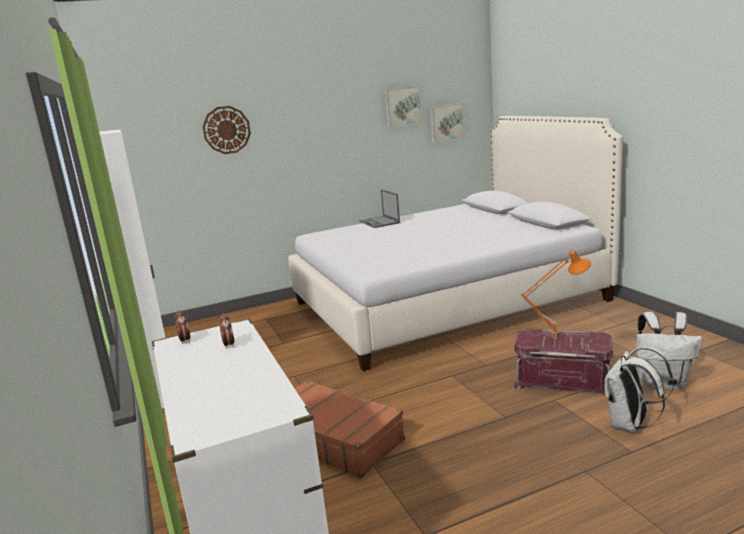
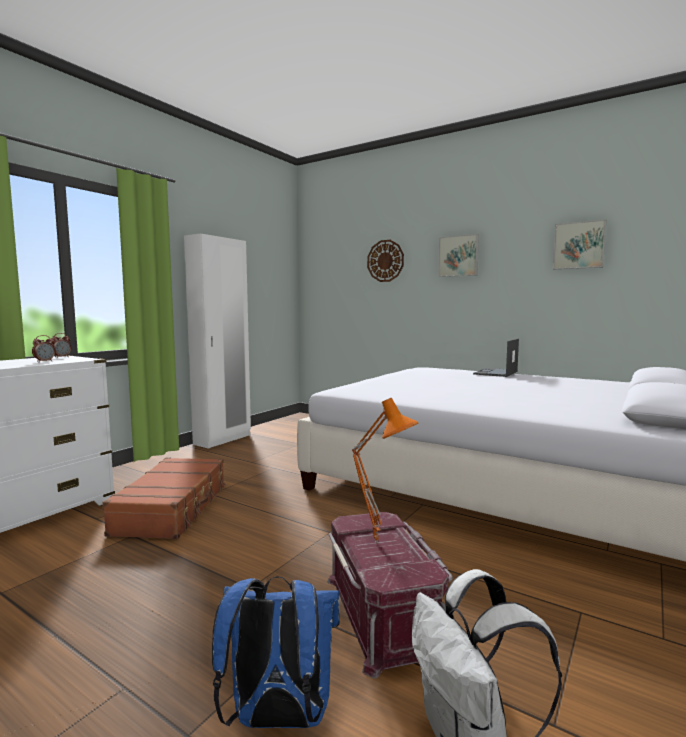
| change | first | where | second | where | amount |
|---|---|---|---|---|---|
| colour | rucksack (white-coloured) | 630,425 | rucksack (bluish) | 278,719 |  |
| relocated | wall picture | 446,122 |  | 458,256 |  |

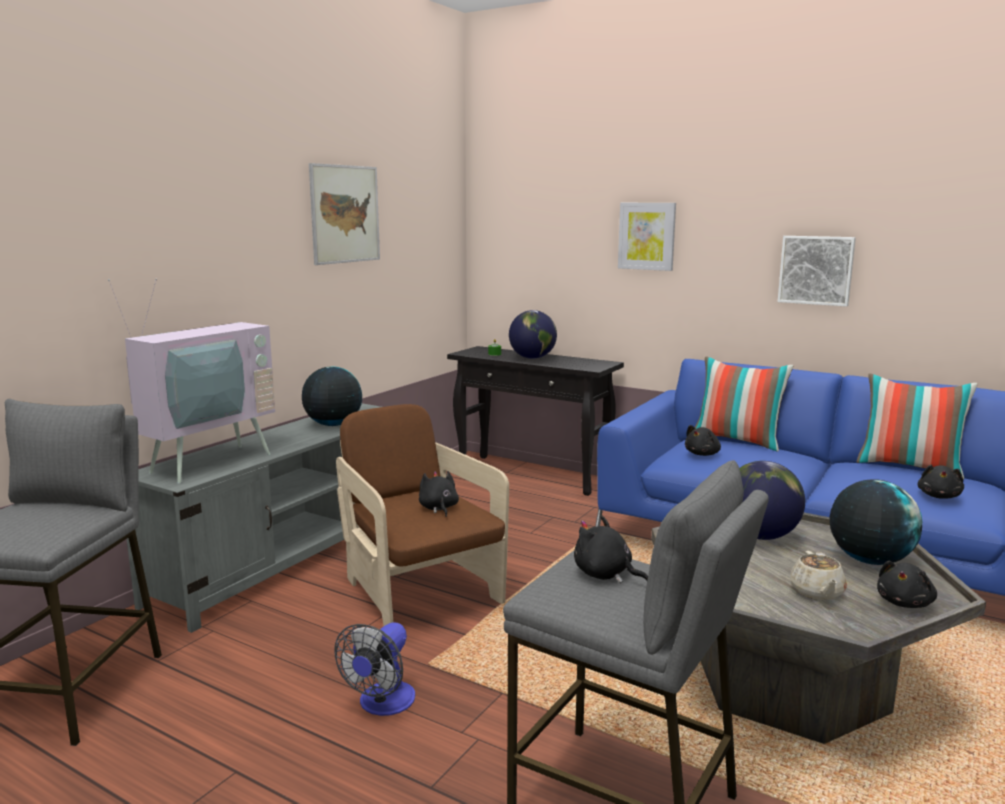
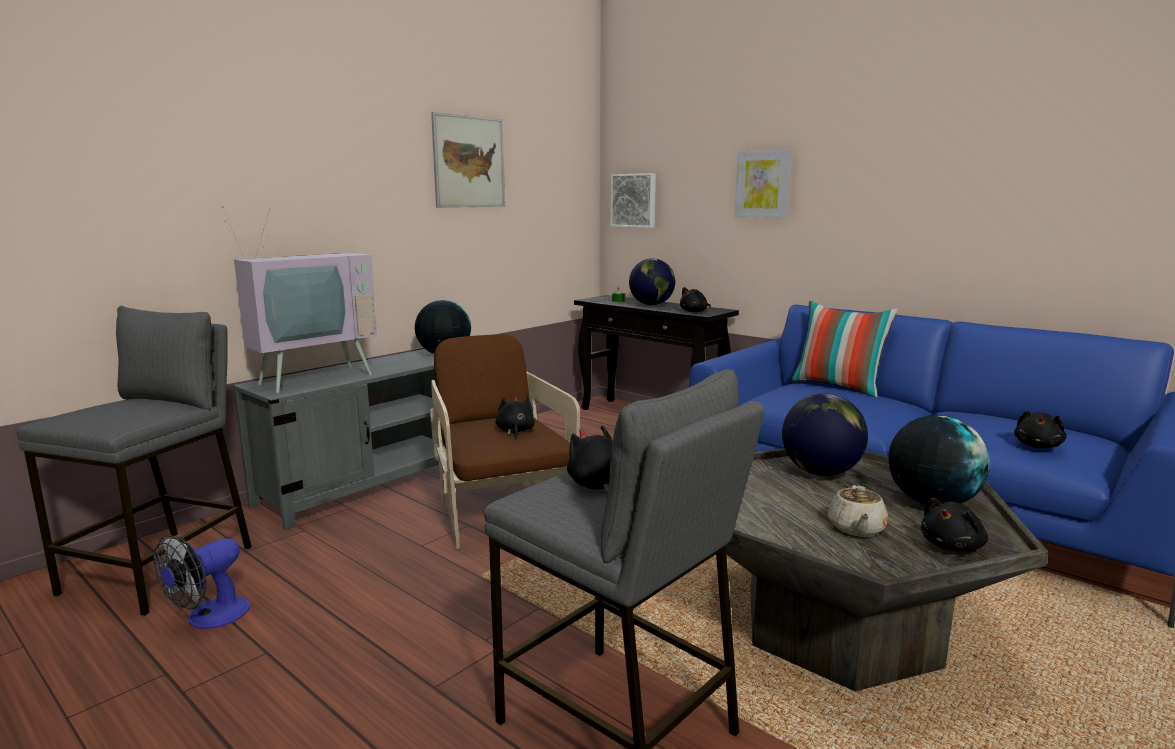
| change | first | where | second | where | amount |
|---|---|---|---|---|---|
| relocated | fan | 382,704 |  | 209,618 |  |
| relocated | wall picture | 816,270 |  | 634,200 |  |
| relocated | cuddly toy (black-coloured) | 703,454 |  | 695,312 |  |
| missing | pillow | 909,467 |  |  |  |

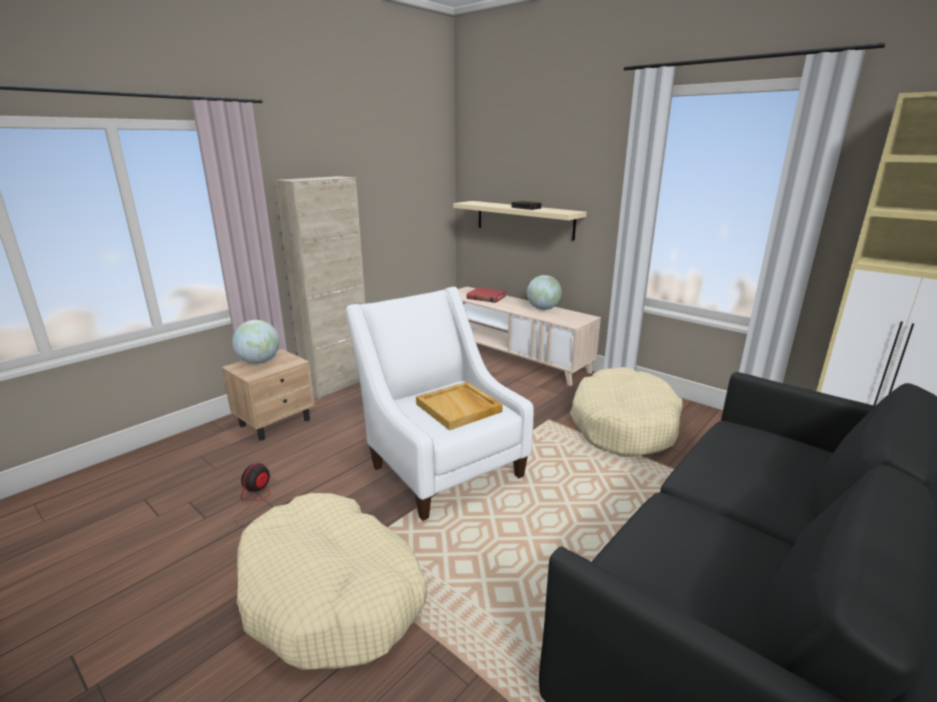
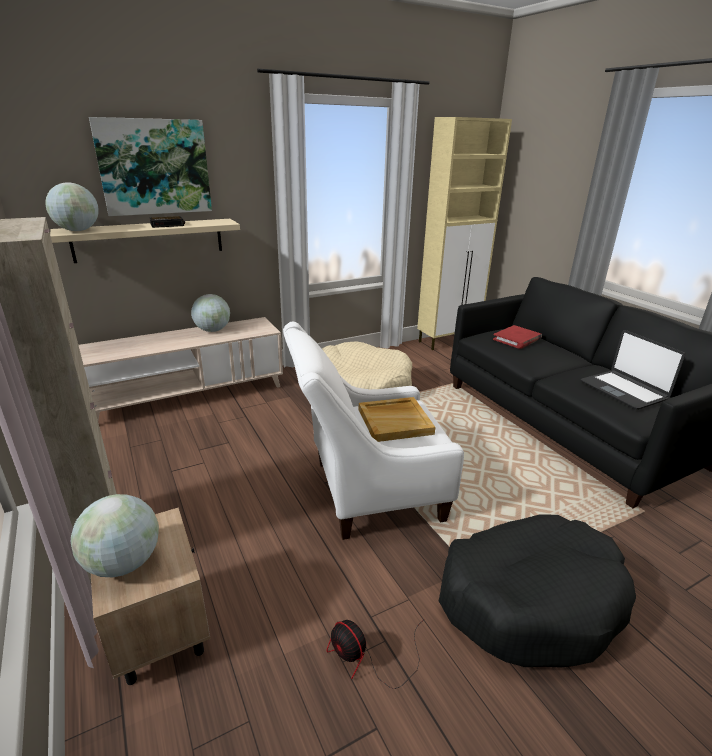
| change | first | where | second | where | amount |
|---|---|---|---|---|---|
| appeared |  |  | world globe | 78,230 |  |
| appeared |  |  | wall picture | 154,167 |  |
| colour | dog bed (sand-coloured) | 332,594 | dog bed (black-coloured) | 529,599 |  |
| relocated | book (red-coloured) | 486,297 |  | 517,339 |  |
| appeared |  |  | portable computer | 623,390 |  |

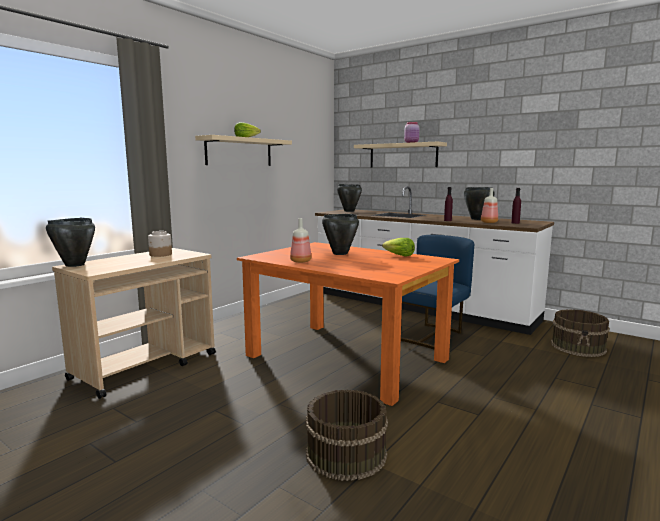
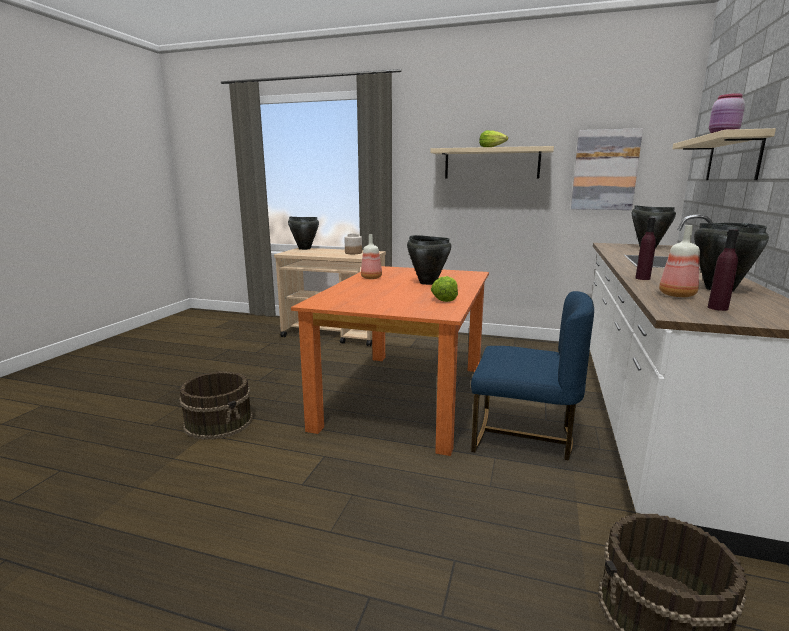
| change | first | where | second | where | amount |
|---|---|---|---|---|---|
| appeared |  |  | wall picture | 605,170 |  |

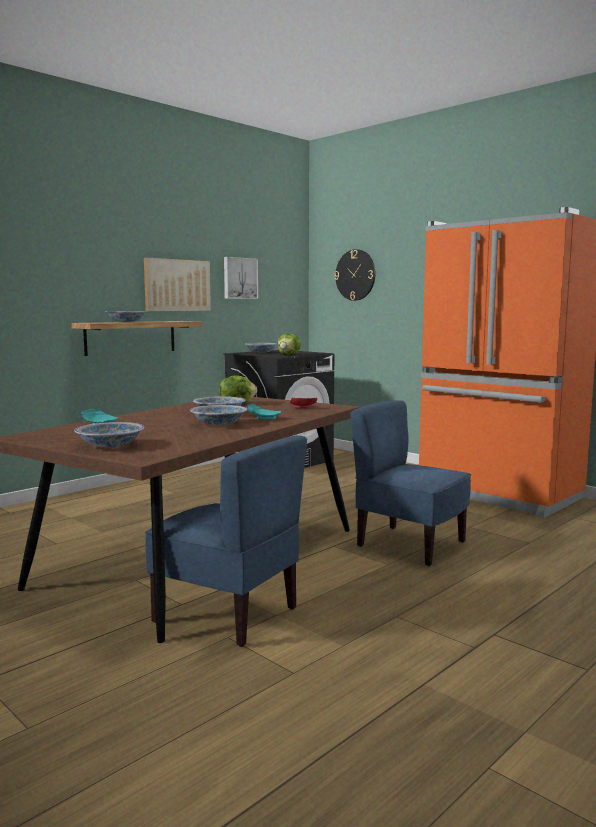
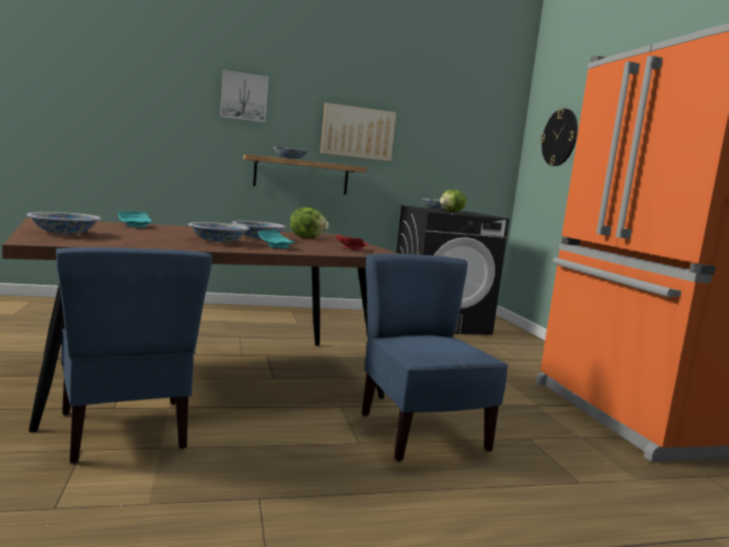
| change | first | where | second | where | amount |
|---|---|---|---|---|---|
| relocated | wall picture | 239,278 |  | 244,97 |  |

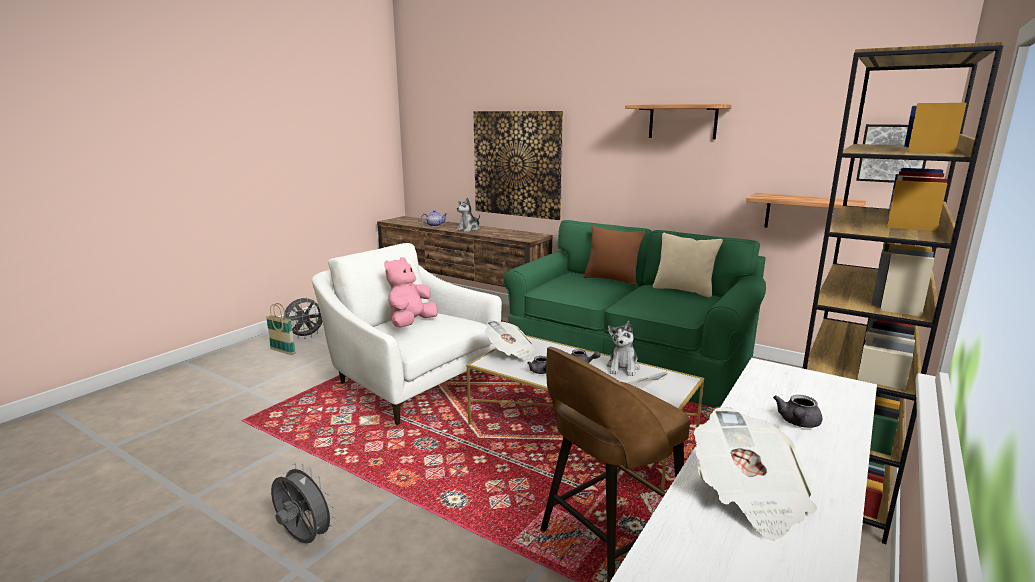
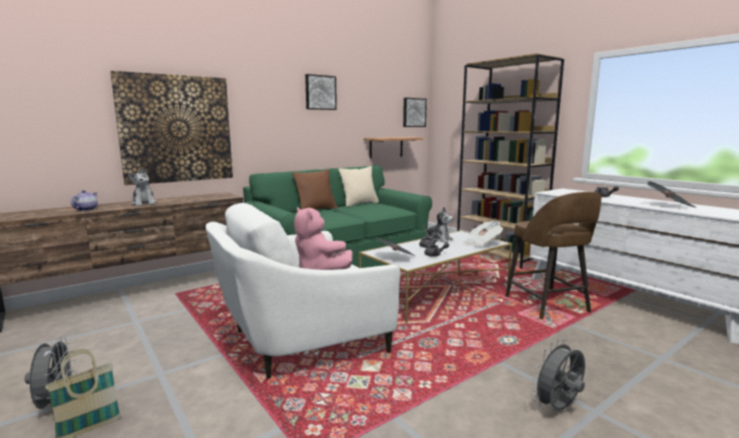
| change | first | where | second | where | amount |
|---|---|---|---|---|---|
| exchanged | wall shelf | 682,121 | wall picture | 320,92 |  |

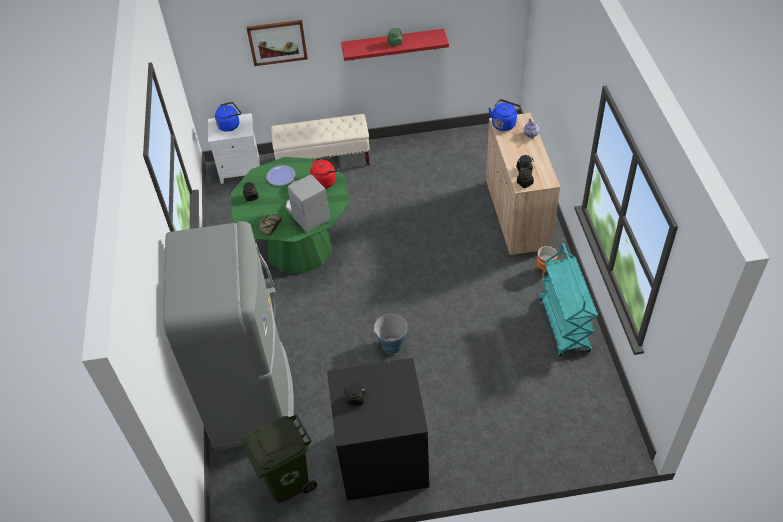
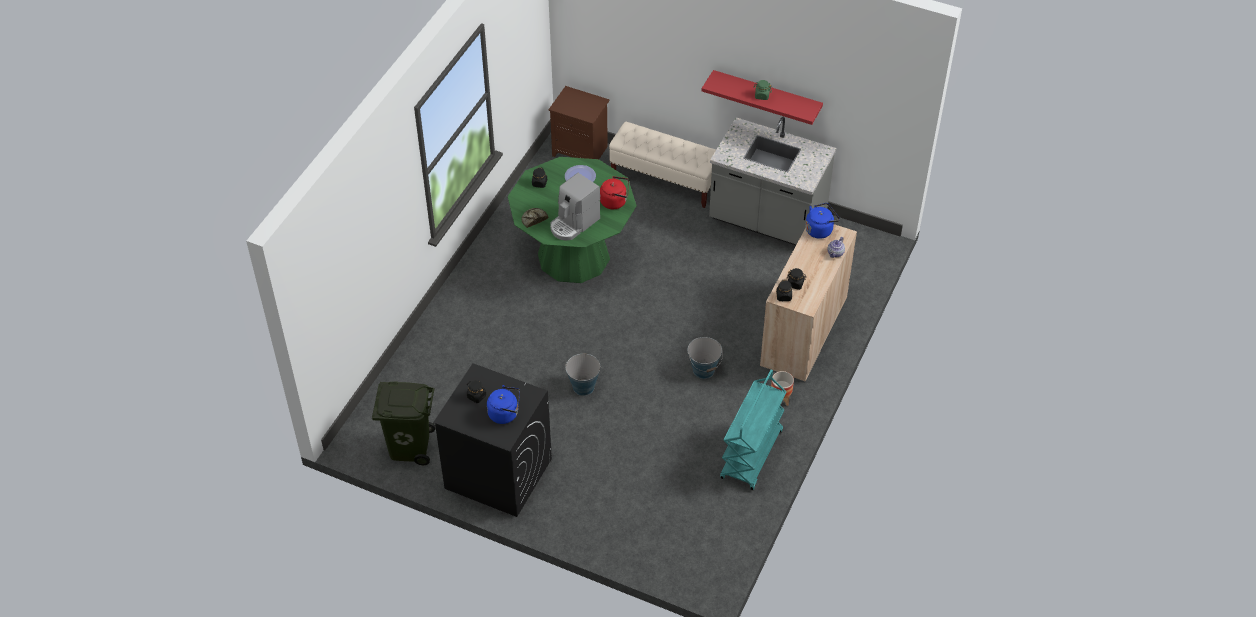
| change | first | where | second | where | amount |
|---|---|---|---|---|---|
| relocated | kettle (bluish) | 230,125 |  | 505,414 |  |
| colour | nightstand (white-coloured) | 241,169 | nightstand (brownish) | 581,151 |  |
| spun | coffee machine | 306,213 |  | 574,224 | 135 degrees counterclockwise |
| appeared |  |  | pail | 703,370 |  |
| appeared |  |  | kitchen base unit (greyish) | 767,220 |  |
| missing | kitchen fridge (greyish) | 252,396 |  |  |  |
| missing | wall picture | 277,42 |  |  |  |

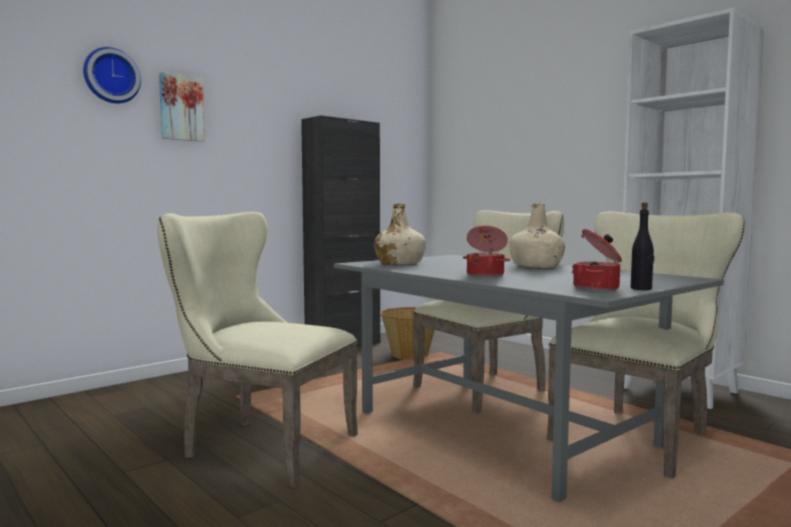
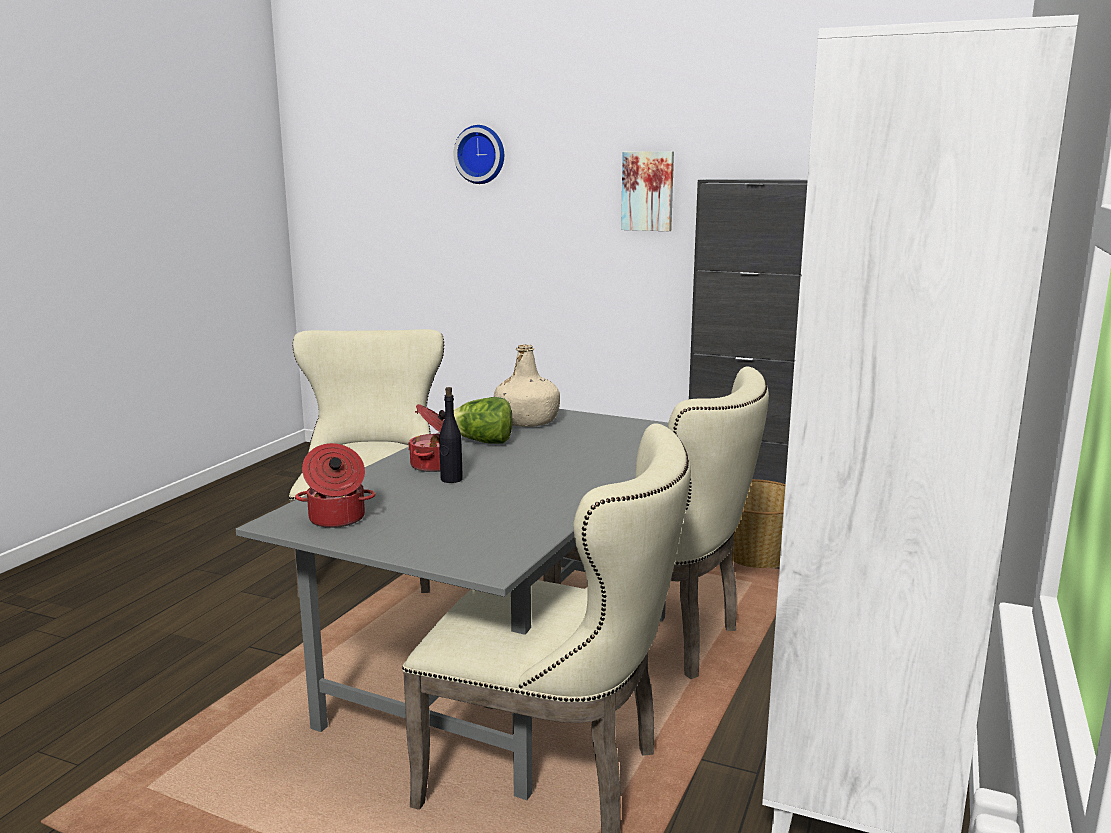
| change | first | where | second | where | amount |
|---|---|---|---|---|---|
| relocated | drink bottle (black-coloured) | 641,288 |  | 451,479 |  |
| appeared |  |  | lettuce head | 483,442 |  |
| relocated | wall picture | 181,108 |  | 648,191 |  |
| missing | drink bottle (sand-coloured) | 536,266 |  |  |  |

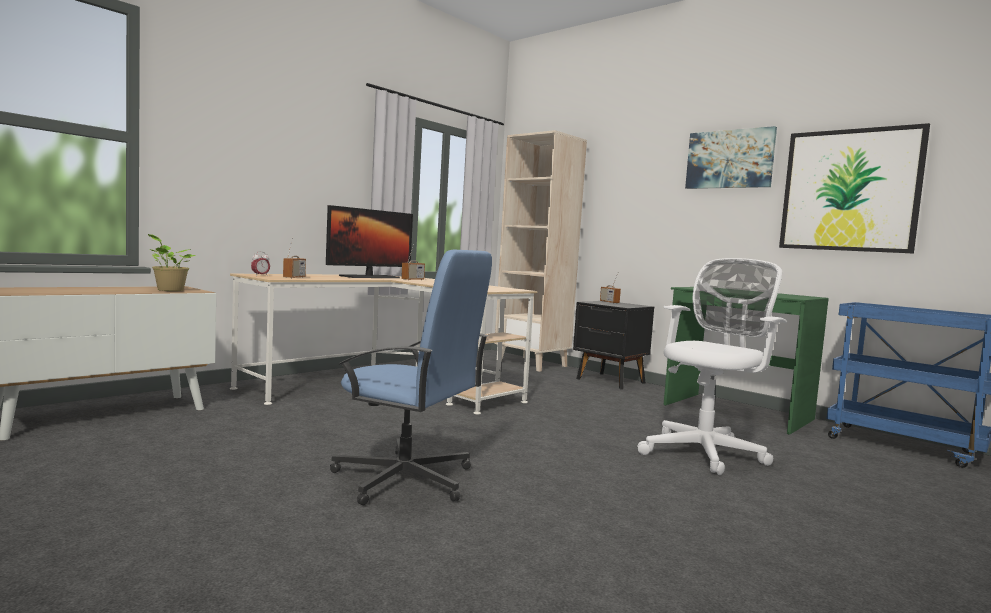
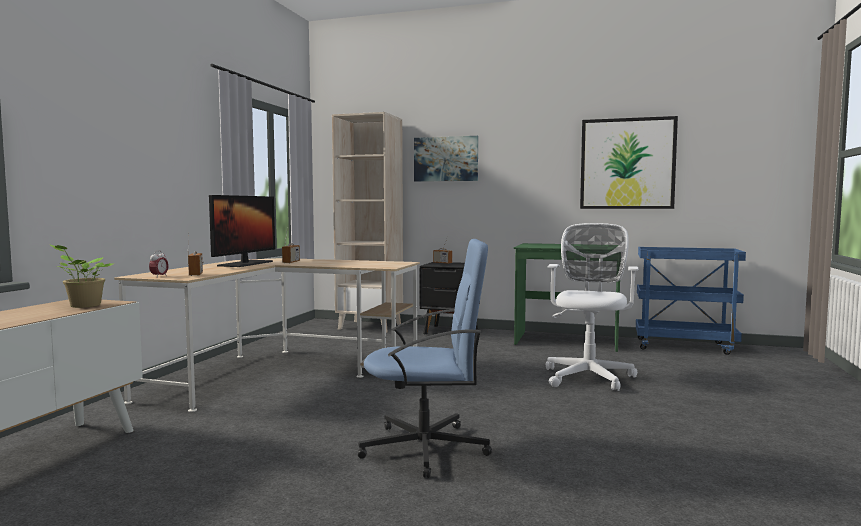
| change | first | where | second | where | amount |
|---|---|---|---|---|---|
| relocated | wall picture | 729,159 |  | 446,159 |  |

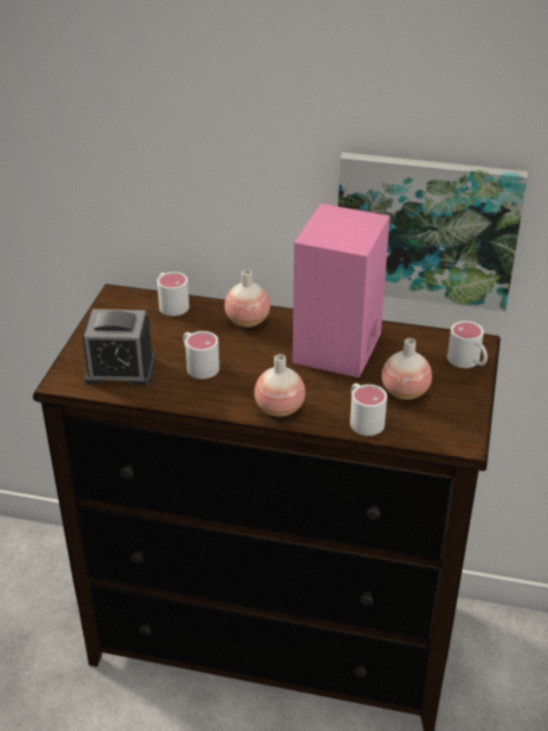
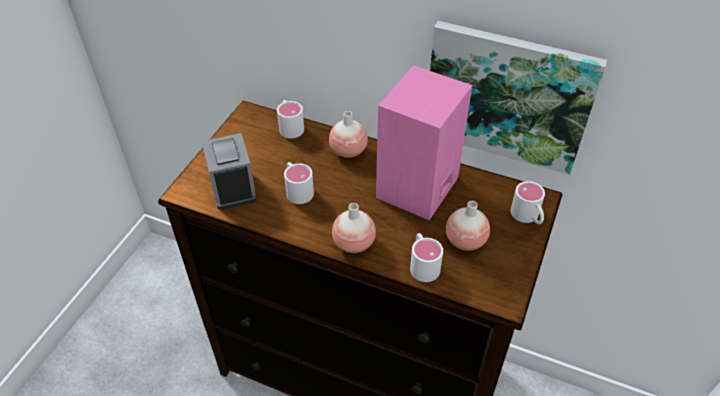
| change | first | where | second | where | amount |
|---|---|---|---|---|---|
| spun | table clock | 120,370 |  | 232,186 | 60 degrees clockwise |

